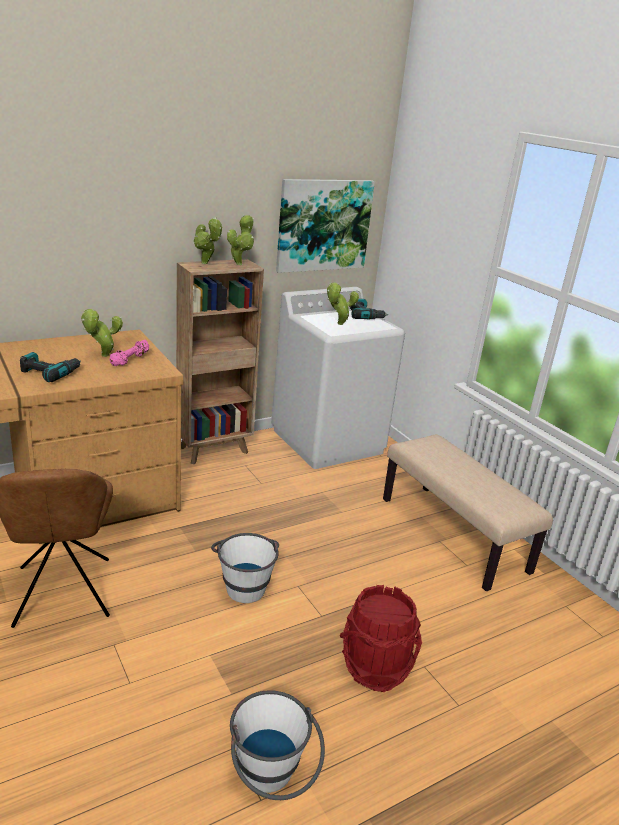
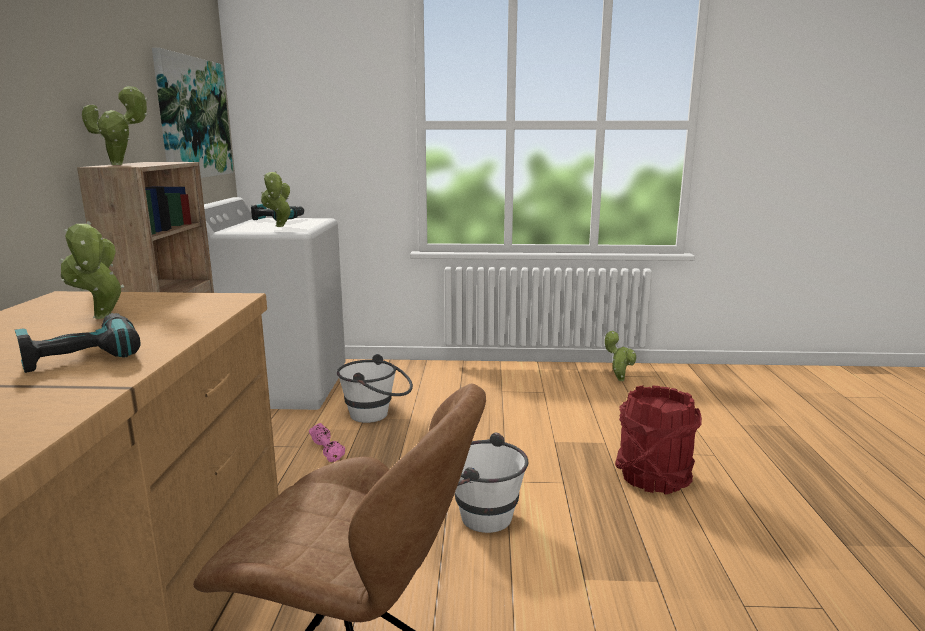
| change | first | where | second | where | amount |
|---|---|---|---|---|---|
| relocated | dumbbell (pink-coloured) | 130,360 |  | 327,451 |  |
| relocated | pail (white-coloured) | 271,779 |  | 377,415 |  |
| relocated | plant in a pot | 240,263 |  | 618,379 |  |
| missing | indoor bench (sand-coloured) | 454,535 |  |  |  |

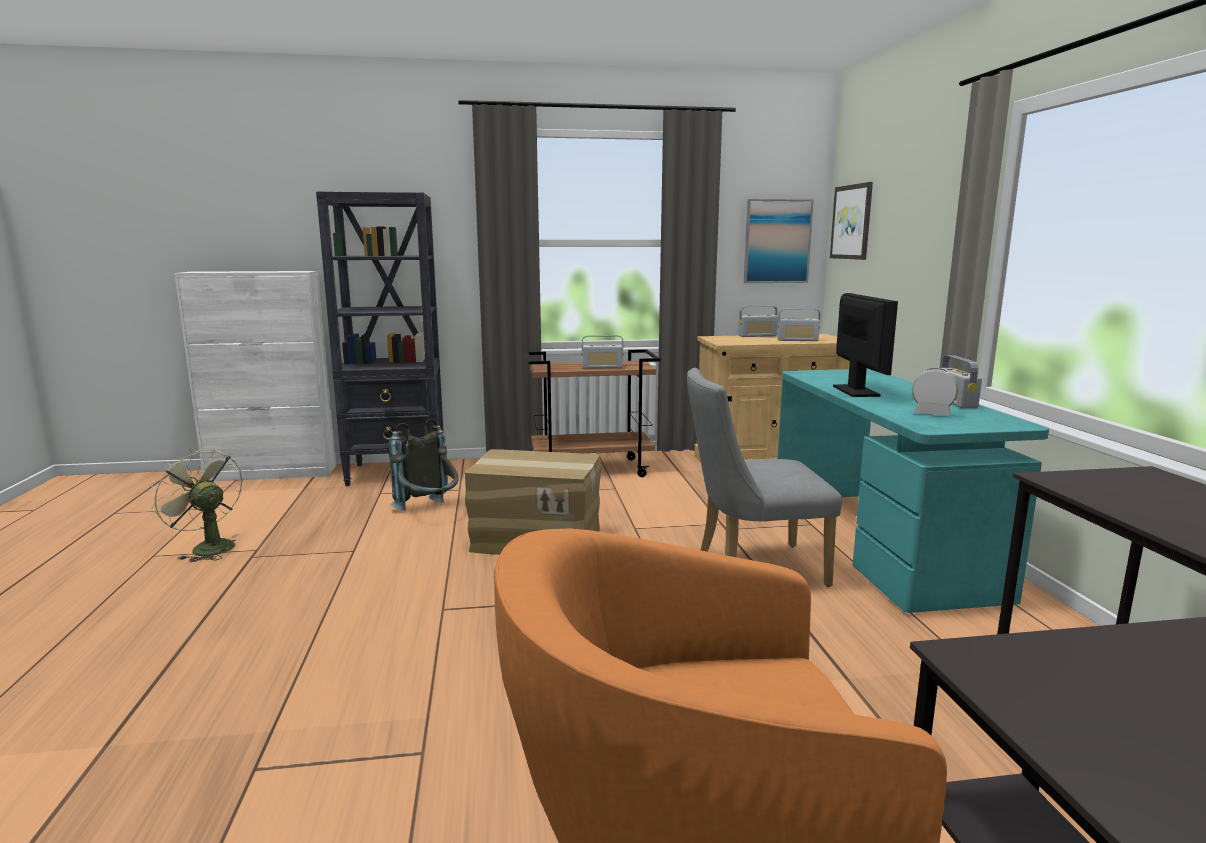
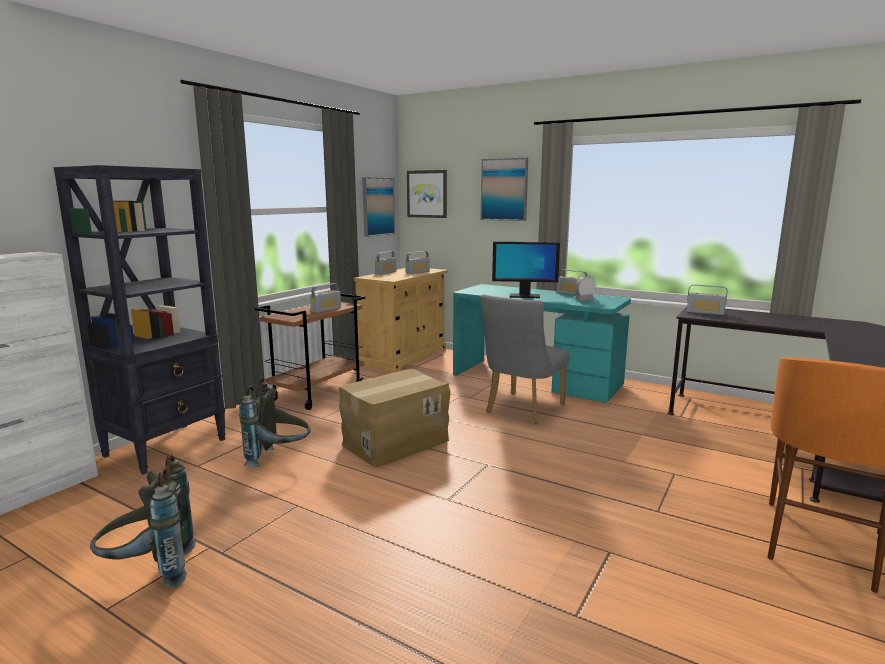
| change | first | where | second | where | amount |
|---|---|---|---|---|---|
| exchanged | fan (green-coloured) | 207,547 | rucksack (greyish) | 150,572 |  |
| appeared |  |  | wall picture | 504,189 |  |
| spun | computer display | 856,391 |  | 524,296 | 150 degrees clockwise |
| appeared |  |  | radio | 705,312 |  |

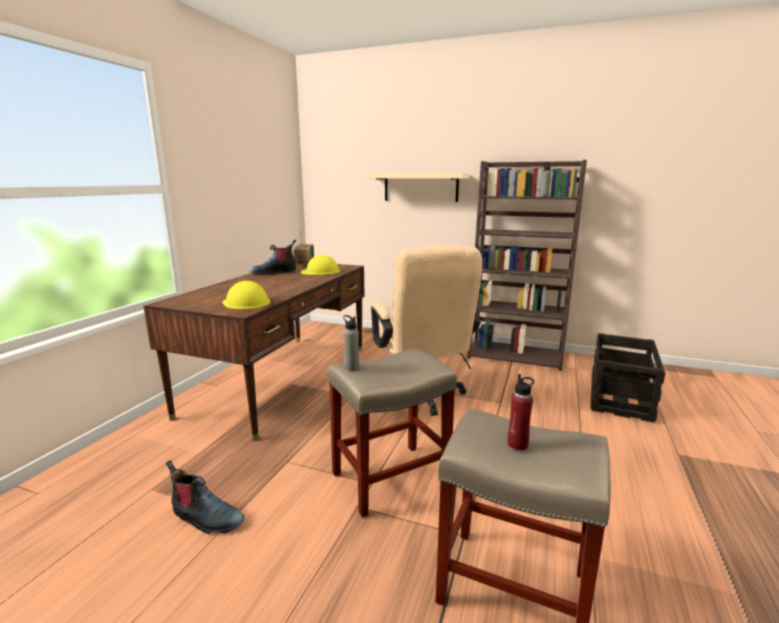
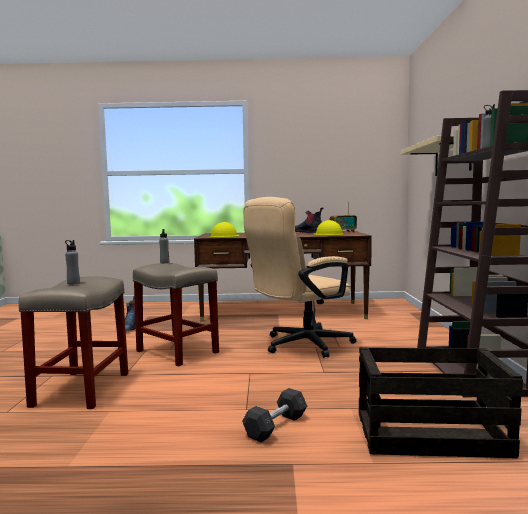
| change | first | where | second | where | amount |
|---|---|---|---|---|---|
| colour | drink bottle (red-coloured) | 517,444 | drink bottle (greyish) | 73,283 |  |
| appeared |  |  | dumbbell (greyish) | 276,426 |  |

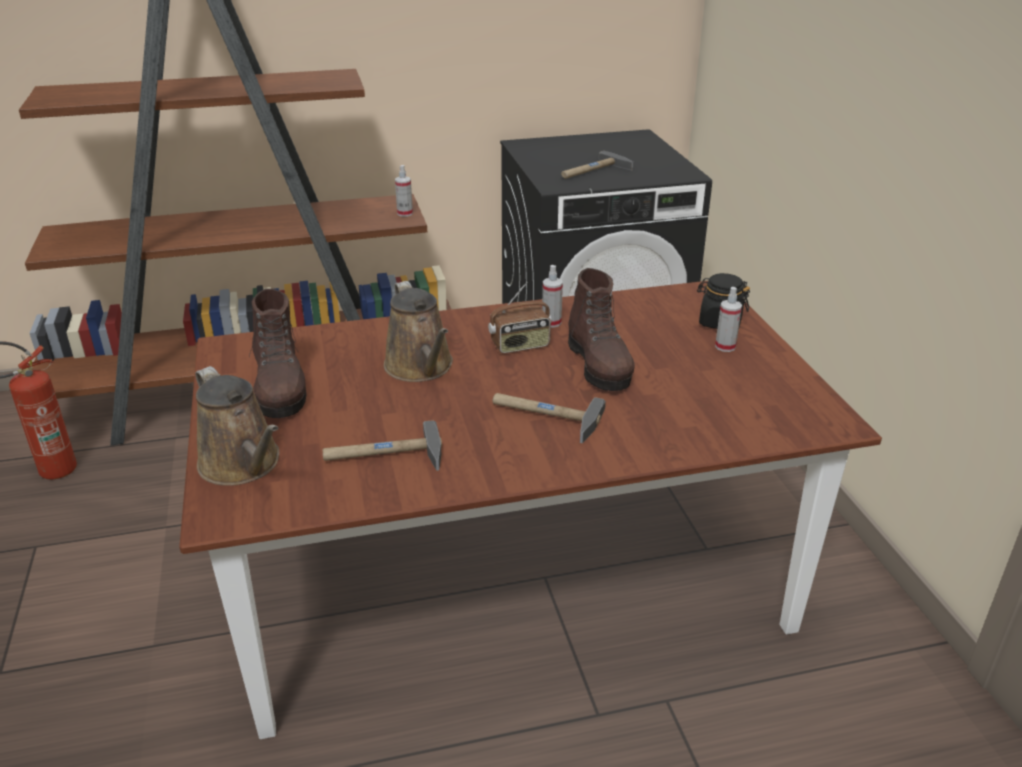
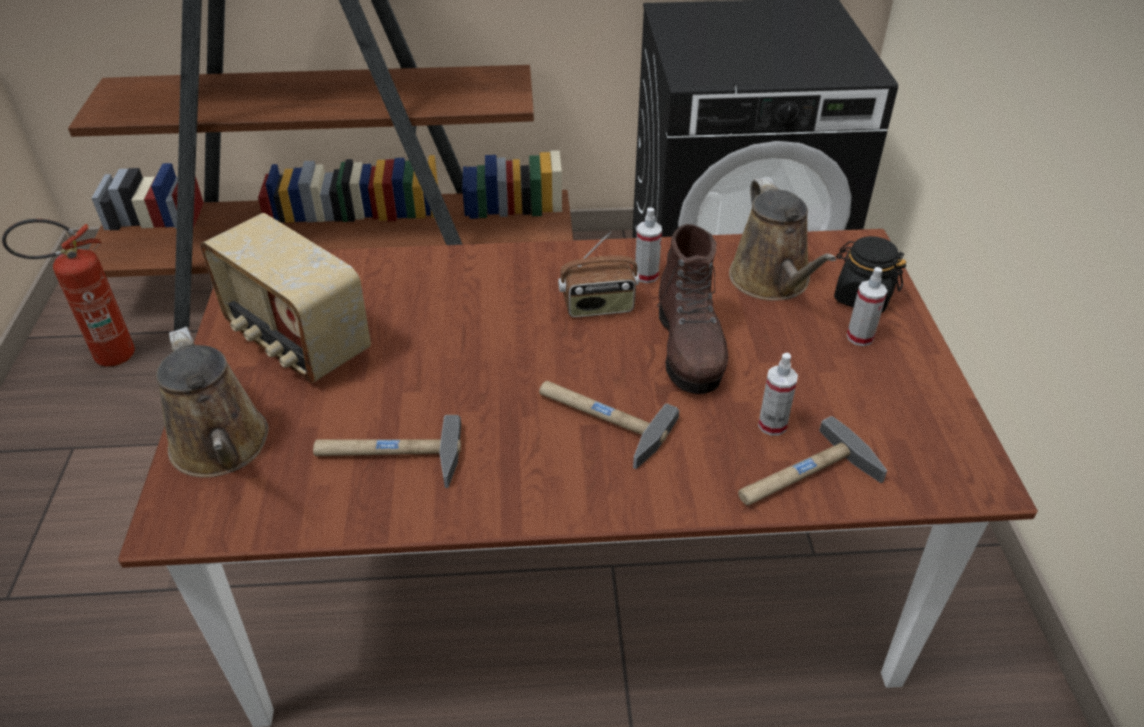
| change | first | where | second | where | amount |
|---|---|---|---|---|---|
| exchanged | high-top boot (brownish) | 281,390 | radio | 296,341 |  |
| relocated | sprinkling can (brownish) | 421,368 |  | 772,282 |  |
| relocated | hammer | 593,171 |  | 804,478 |  |
| relocated | sprayer | 405,213 |  | 772,425 |  |

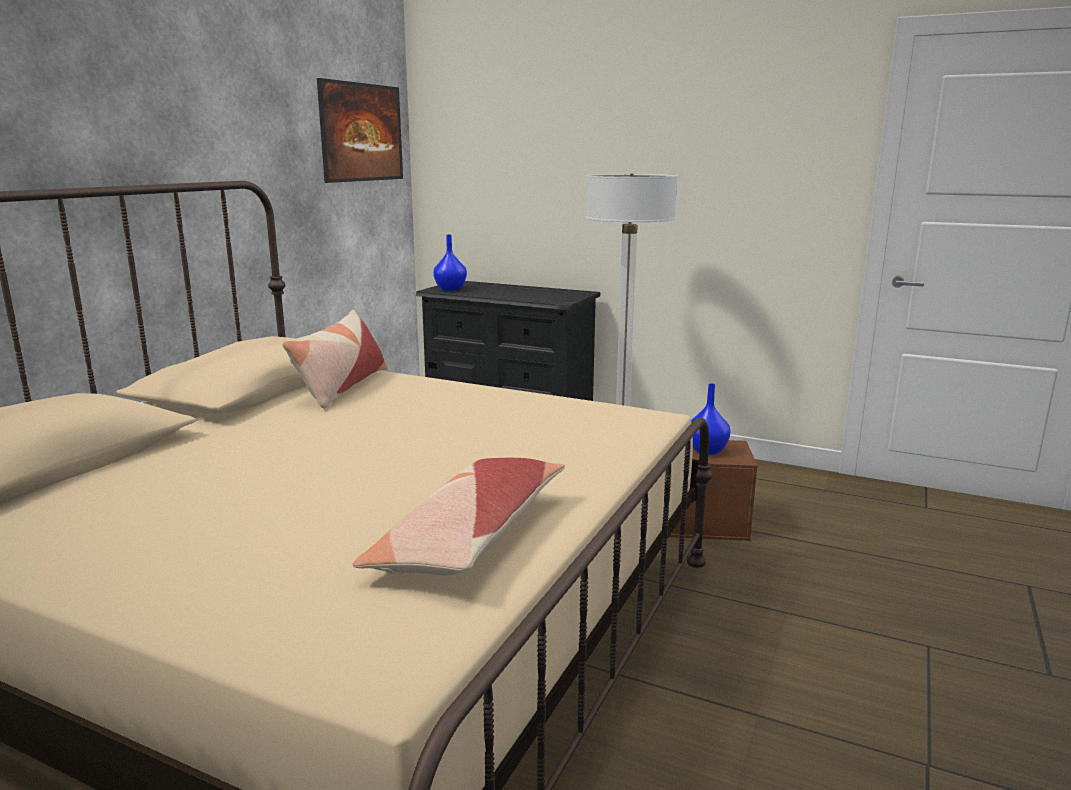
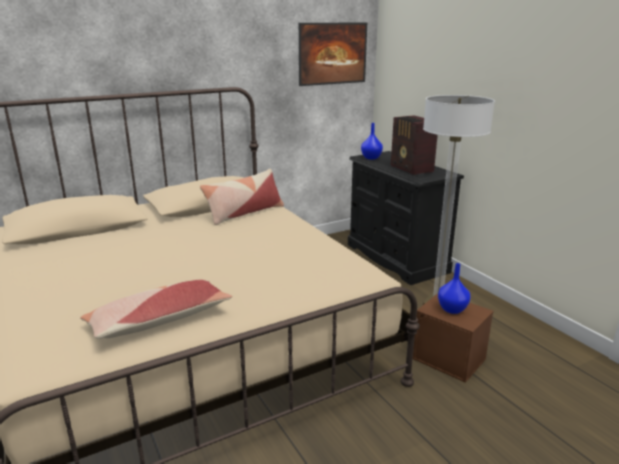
| change | first | where | second | where | amount |
|---|---|---|---|---|---|
| appeared |  |  | radio | 411,169 |  |

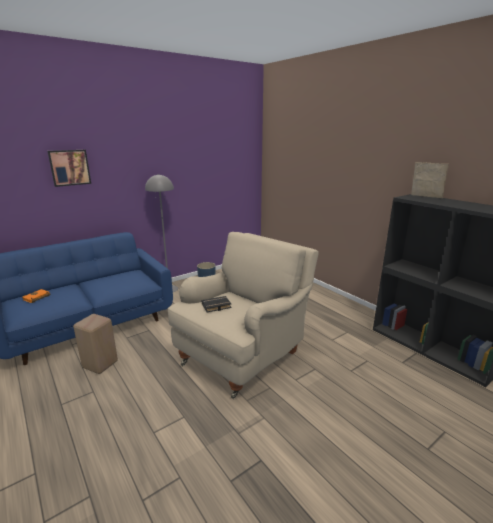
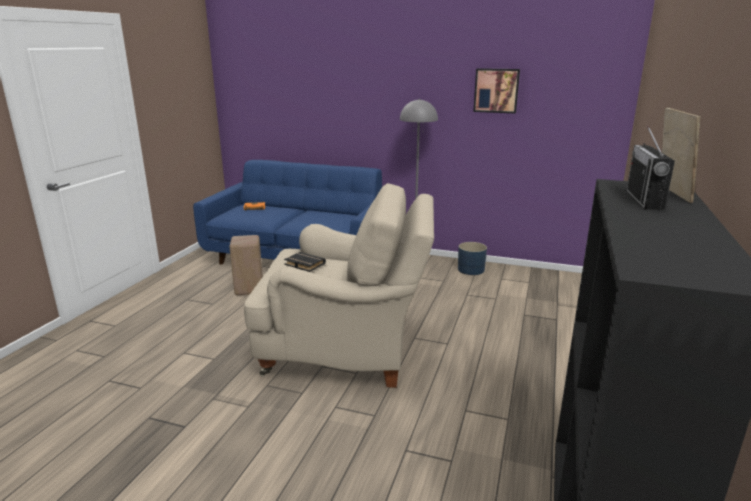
| change | first | where | second | where | amount |
|---|---|---|---|---|---|
| relocated | wall picture | 69,167 |  | 496,90 |  |
| appeared |  |  | radio | 644,200 |  |

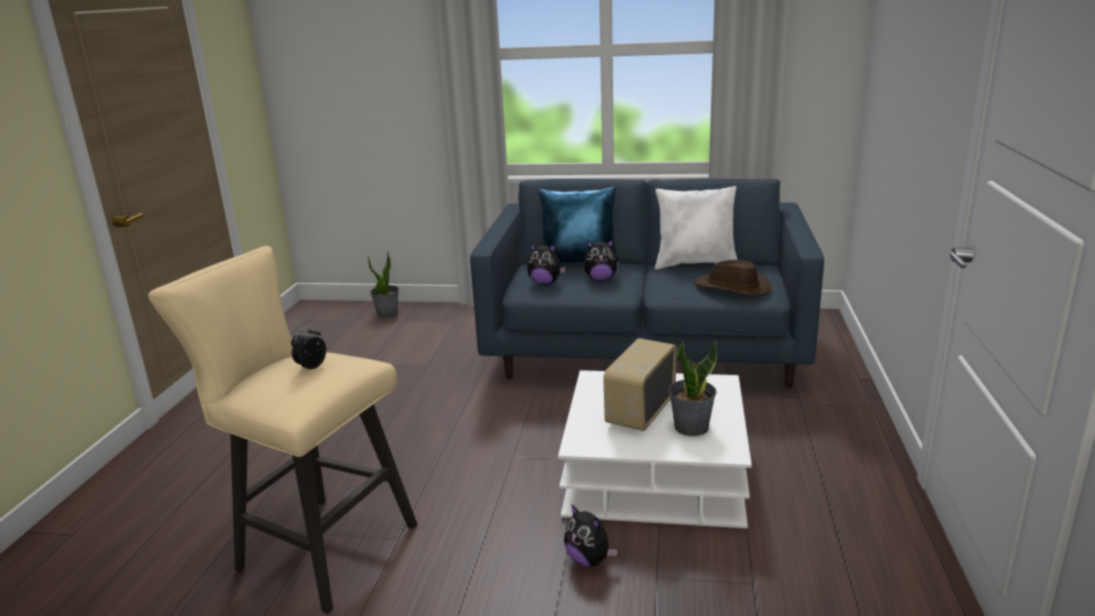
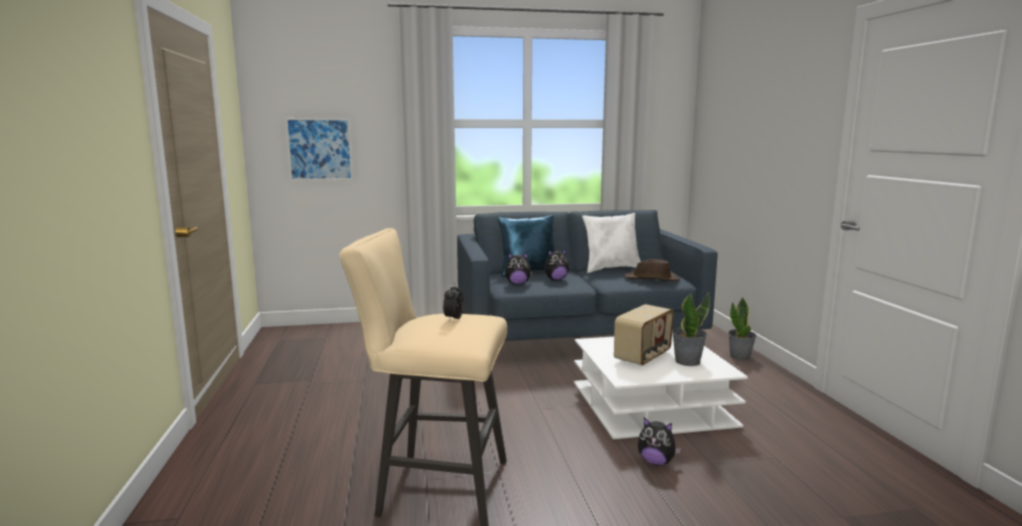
| change | first | where | second | where | amount |
|---|---|---|---|---|---|
| appeared |  |  | wall picture | 319,149 |  |
| spun | radio | 640,411 |  | 643,357 | 150 degrees counterclockwise |
| relocated | plant in a pot | 387,314 |  | 740,356 |  |

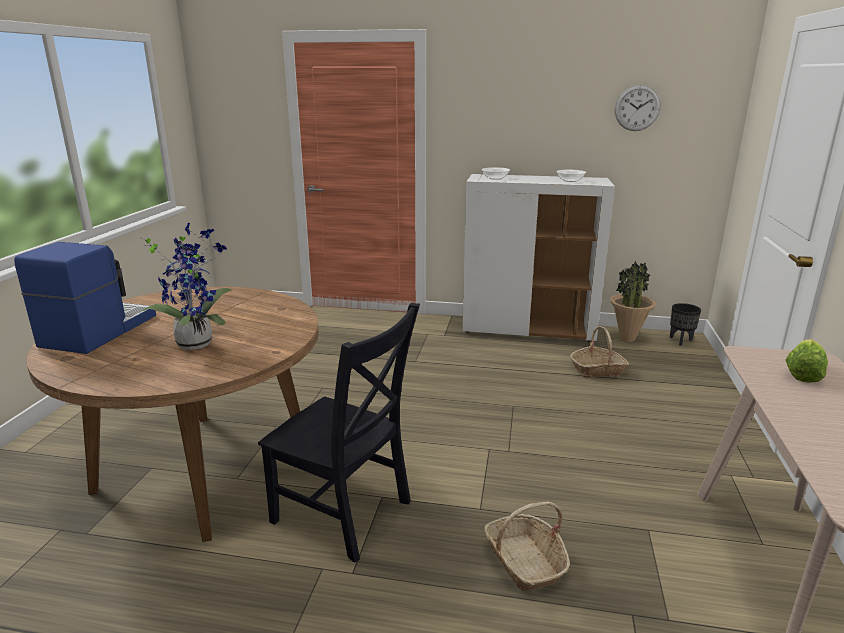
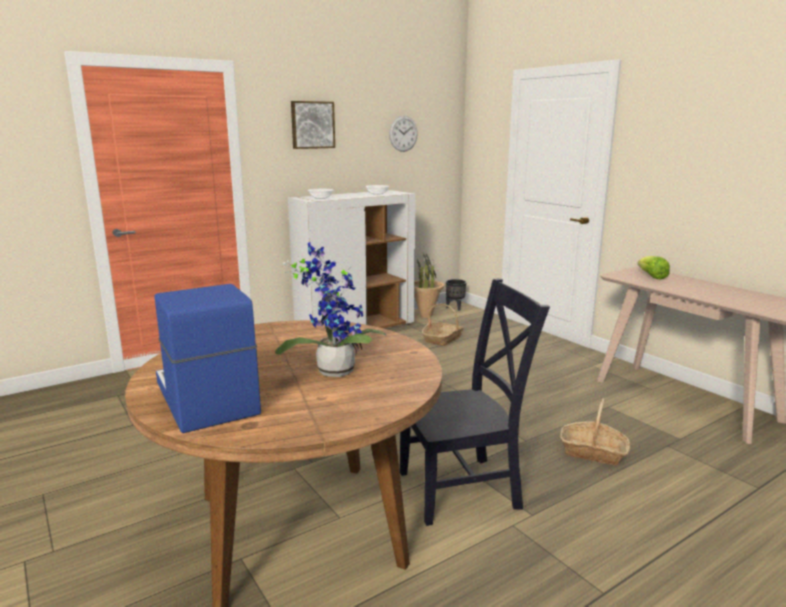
| change | first | where | second | where | amount |
|---|---|---|---|---|---|
| appeared |  |  | wall picture | 312,125 |  |

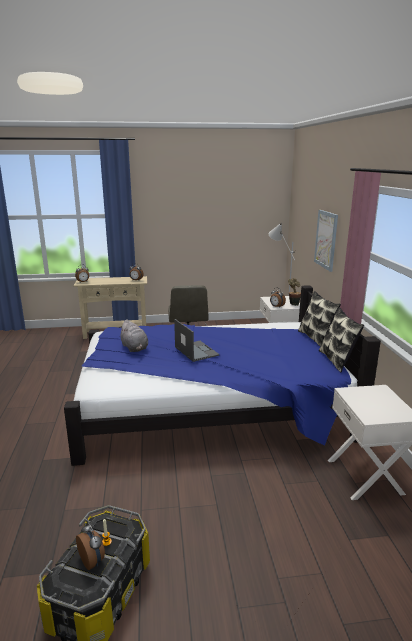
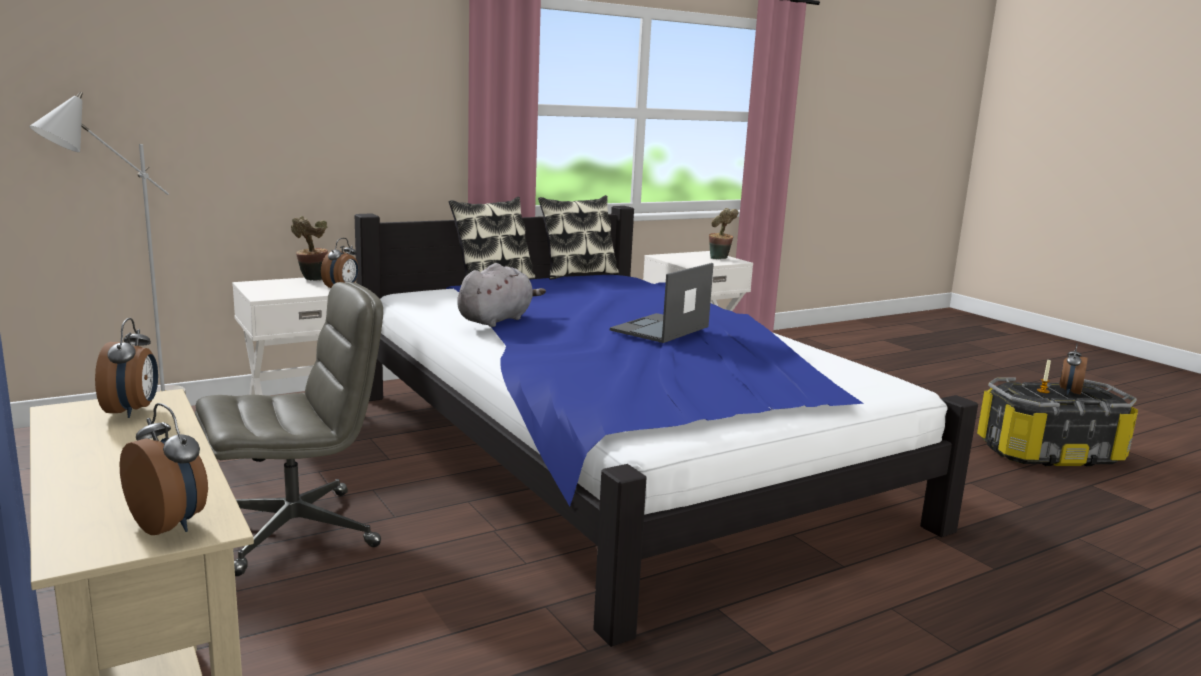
| change | first | where | second | where | amount |
|---|---|---|---|---|---|
| relocated | cuddly toy (greyish) | 135,348 |  | 497,319 |  |
| appeared |  |  | plant in a pot | 719,259 |  |
| missing | wall picture | 326,239 |  |  |  |

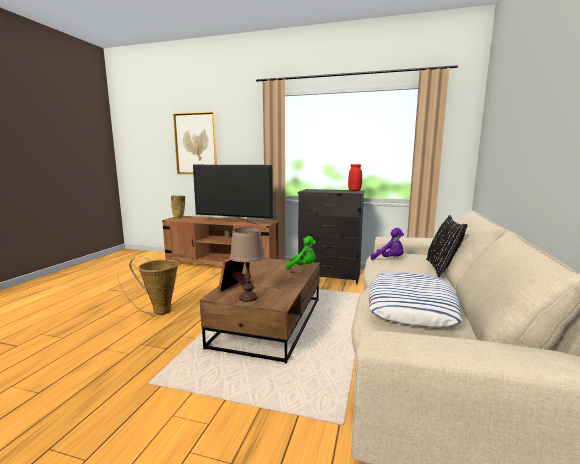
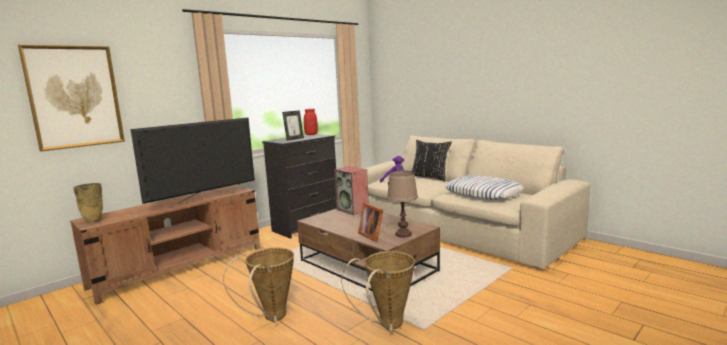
| change | first | where | second | where | amount |
|---|---|---|---|---|---|
| appeared |  |  | standing frame | 294,139 |  |
| exchanged | cuddly toy (green-coloured) | 303,267 | loudspeaker | 353,210 |  |
| appeared |  |  | storage basket | 387,326 |  |

